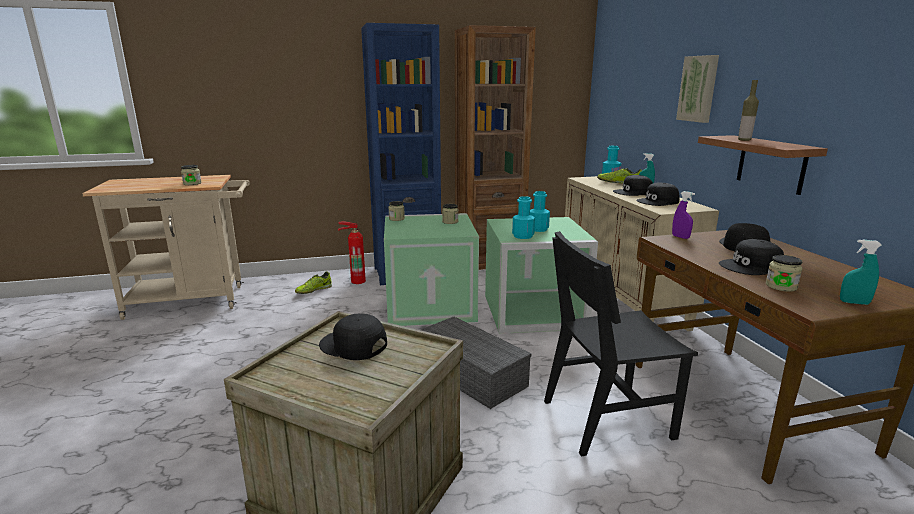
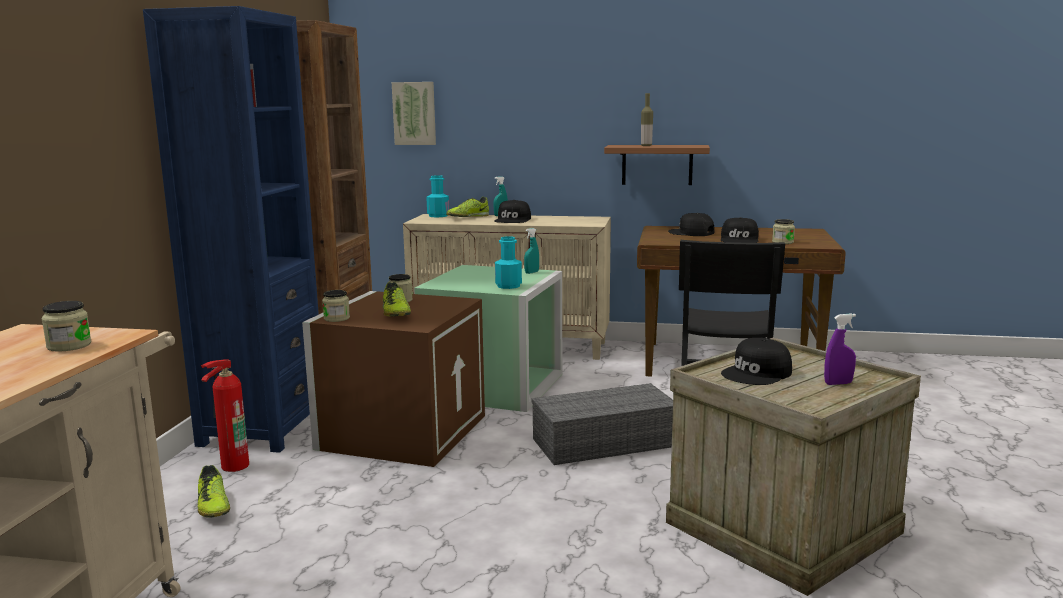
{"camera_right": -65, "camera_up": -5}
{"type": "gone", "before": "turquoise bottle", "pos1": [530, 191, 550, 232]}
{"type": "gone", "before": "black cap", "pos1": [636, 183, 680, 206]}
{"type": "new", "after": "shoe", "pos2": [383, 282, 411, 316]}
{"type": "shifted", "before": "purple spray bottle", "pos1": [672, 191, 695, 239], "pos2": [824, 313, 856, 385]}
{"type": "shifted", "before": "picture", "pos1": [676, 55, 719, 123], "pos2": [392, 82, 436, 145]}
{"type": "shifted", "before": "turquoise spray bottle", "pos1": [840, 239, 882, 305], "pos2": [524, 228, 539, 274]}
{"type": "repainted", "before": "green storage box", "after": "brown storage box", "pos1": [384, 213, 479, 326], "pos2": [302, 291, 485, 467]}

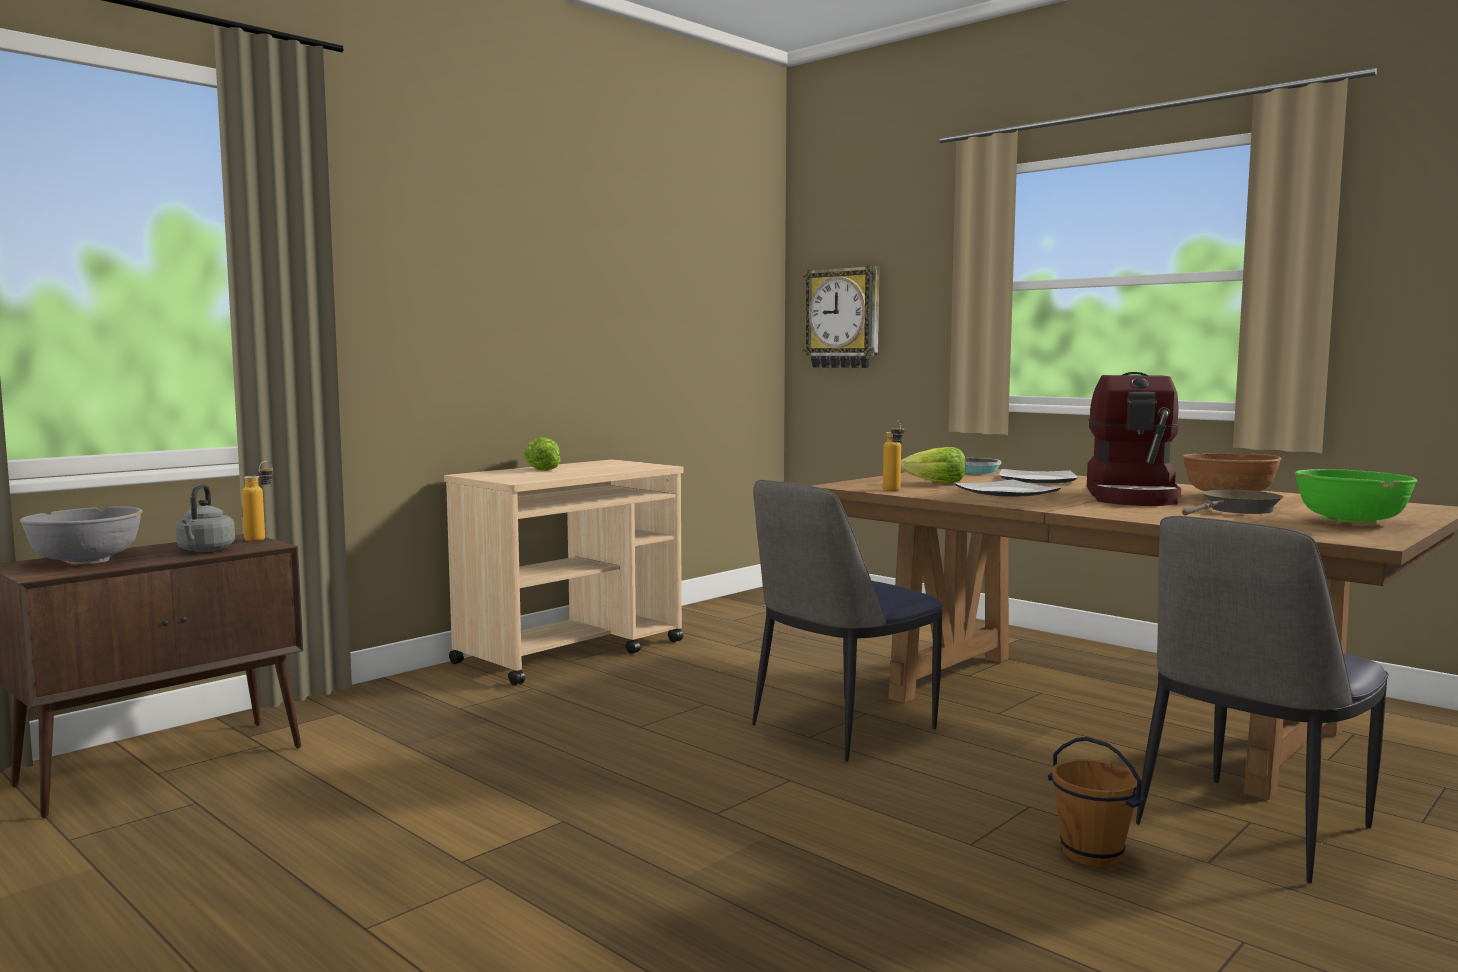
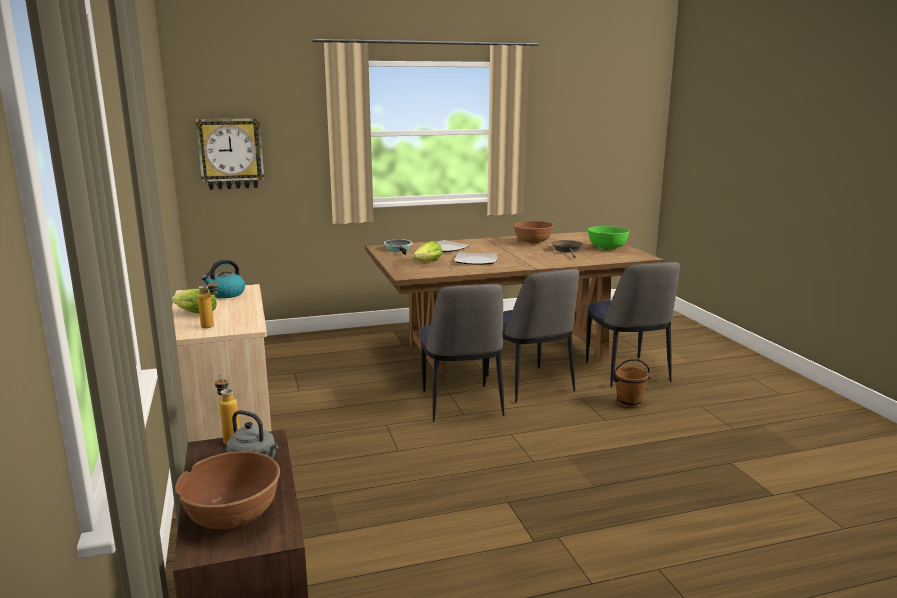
{"camera_right": -60, "camera_up": 10}
{"type": "gone", "before": "coffee machine", "pos1": [1087, 372, 1181, 506]}
{"type": "new", "after": "kettle", "pos2": [201, 260, 245, 298]}
{"type": "new", "after": "chair", "pos2": [486, 269, 579, 403]}
{"type": "shifted", "before": "bottle", "pos1": [883, 421, 905, 491], "pos2": [198, 279, 218, 328]}
{"type": "repainted", "before": "grey bowl", "after": "brown bowl", "pos1": [20, 507, 142, 565], "pos2": [175, 451, 280, 529]}

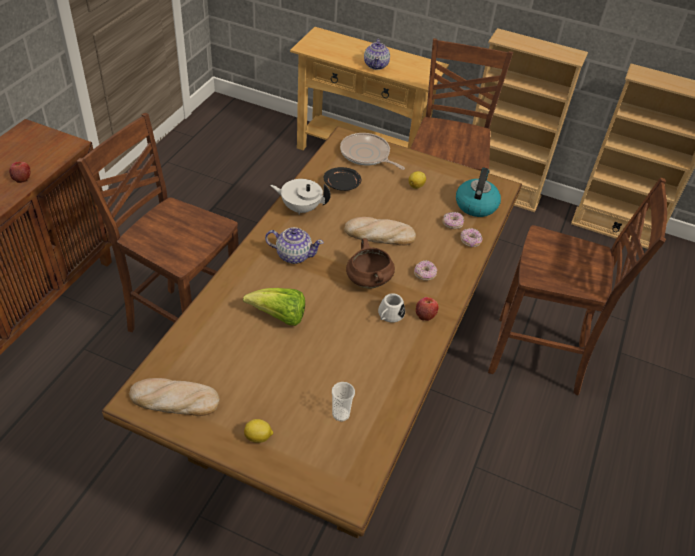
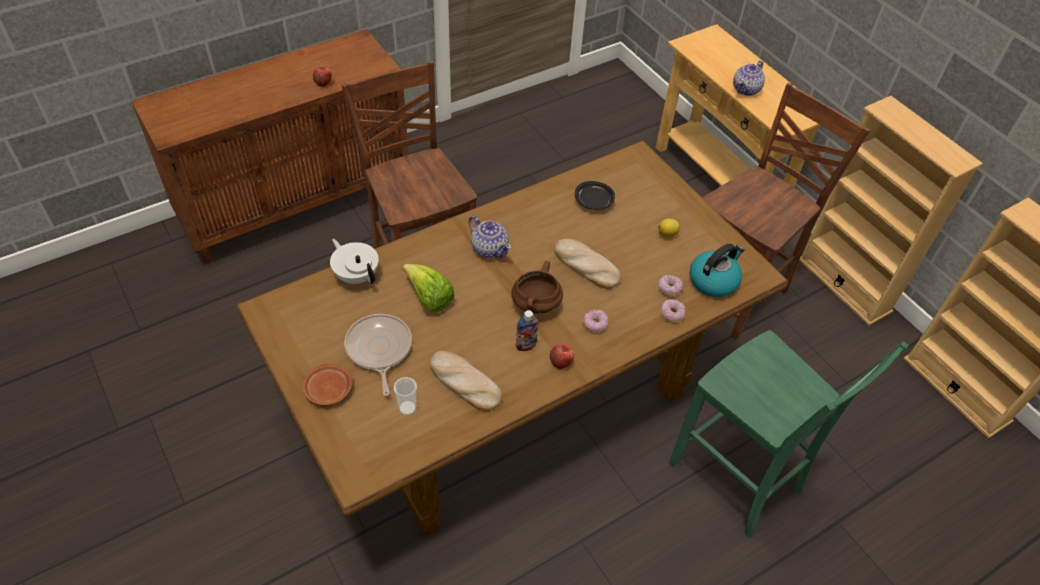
{"camera_right": 35, "camera_up": 5}
{"type": "shifted", "before": "bread", "pos1": [129, 378, 220, 416], "pos2": [430, 351, 502, 411]}
{"type": "shifted", "before": "white teapot", "pos1": [270, 179, 331, 215], "pos2": [330, 239, 379, 284]}
{"type": "shifted", "before": "frying pan", "pos1": [340, 133, 405, 170], "pos2": [344, 314, 412, 396]}
{"type": "swapped", "before": "lemon", "after": "brown plate", "pos1": [244, 419, 273, 443], "pos2": [302, 364, 353, 406]}
{"type": "swapped", "before": "white mug", "after": "bottle", "pos1": [378, 293, 405, 323], "pos2": [515, 310, 539, 351]}
{"type": "repainted", "before": "brown chair", "after": "green chair", "pos1": [488, 178, 667, 395], "pos2": [669, 330, 908, 538]}

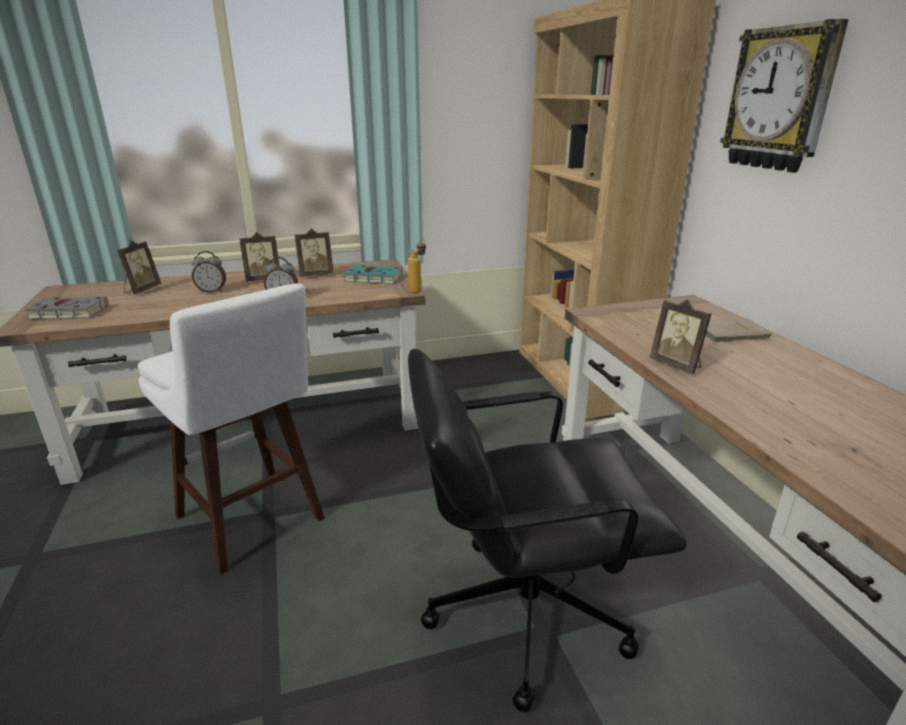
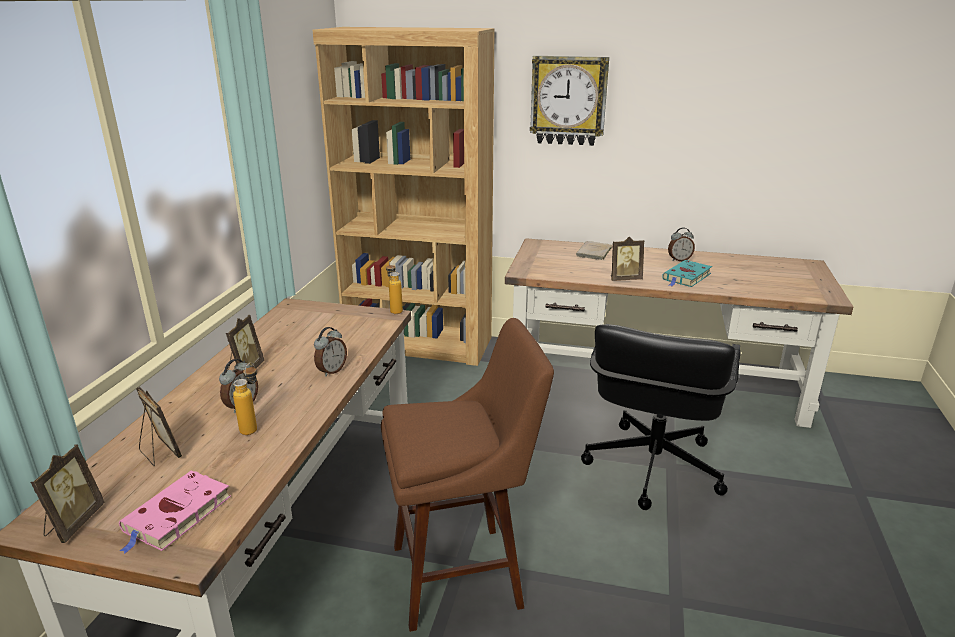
{"camera_right": -60, "camera_up": 0}
{"type": "new", "after": "bottle", "pos2": [233, 363, 257, 435]}
{"type": "new", "after": "alarm clock", "pos2": [668, 228, 695, 261]}
{"type": "shifted", "before": "picture frame", "pos1": [295, 229, 334, 277], "pos2": [30, 444, 105, 543]}
{"type": "shifted", "before": "turquoise book", "pos1": [341, 265, 402, 284], "pos2": [662, 260, 712, 287]}
{"type": "repainted", "before": "grey book", "after": "pink book", "pos1": [25, 296, 108, 319], "pos2": [119, 471, 231, 554]}
{"type": "repainted", "before": "white stool", "after": "brown stool", "pos1": [138, 283, 325, 574], "pos2": [381, 318, 554, 632]}

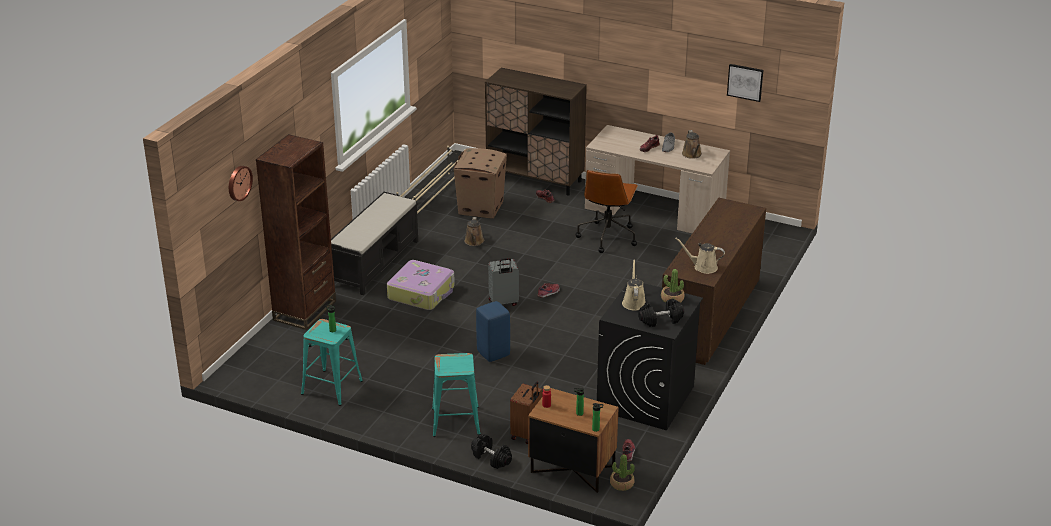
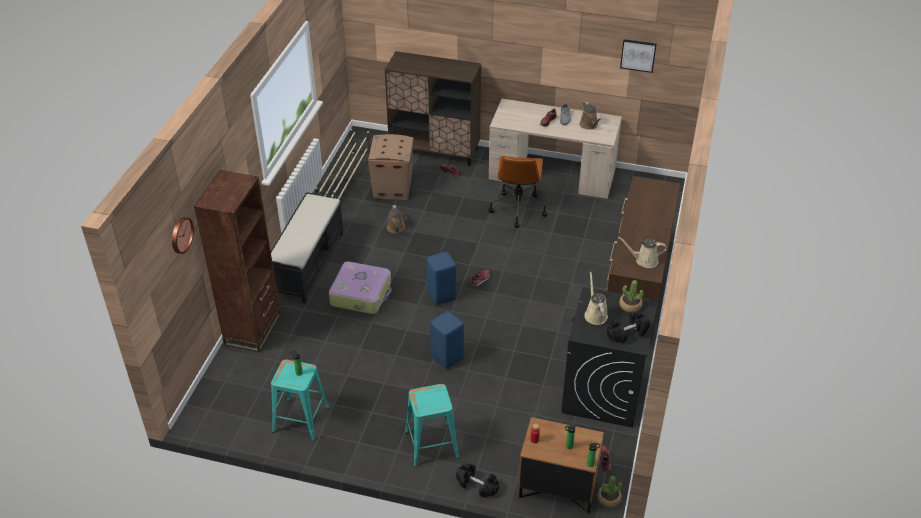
{"camera_right": -10, "camera_up": 10}
{"type": "gone", "before": "brown suitcase", "pos1": [510, 382, 543, 444]}
{"type": "swapped", "before": "grey suitcase", "after": "blue stool", "pos1": [488, 258, 519, 306], "pos2": [427, 252, 457, 305]}

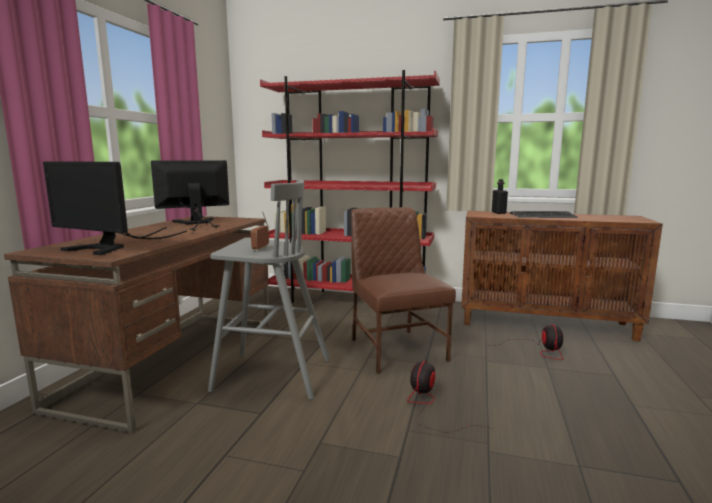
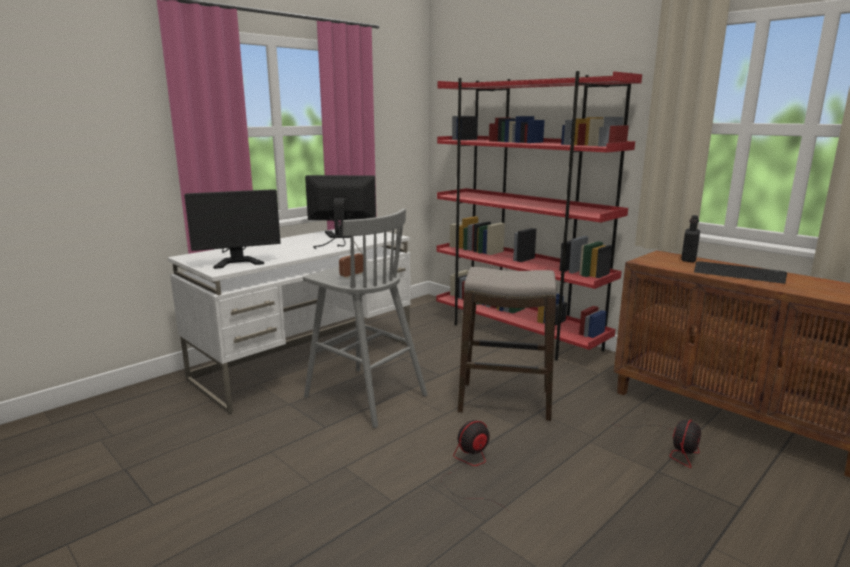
{"camera_right": 30, "camera_up": 5}
{"type": "swapped", "before": "brown chair", "after": "stool", "pos1": [351, 207, 456, 374], "pos2": [458, 267, 557, 421]}
{"type": "repainted", "before": "brown desk", "after": "white desk", "pos1": [4, 216, 270, 433], "pos2": [168, 229, 411, 414]}
{"type": "rotated", "before": "monitor", "pos1": [43, 161, 187, 255], "pos2": [184, 189, 281, 269], "turn": -75}

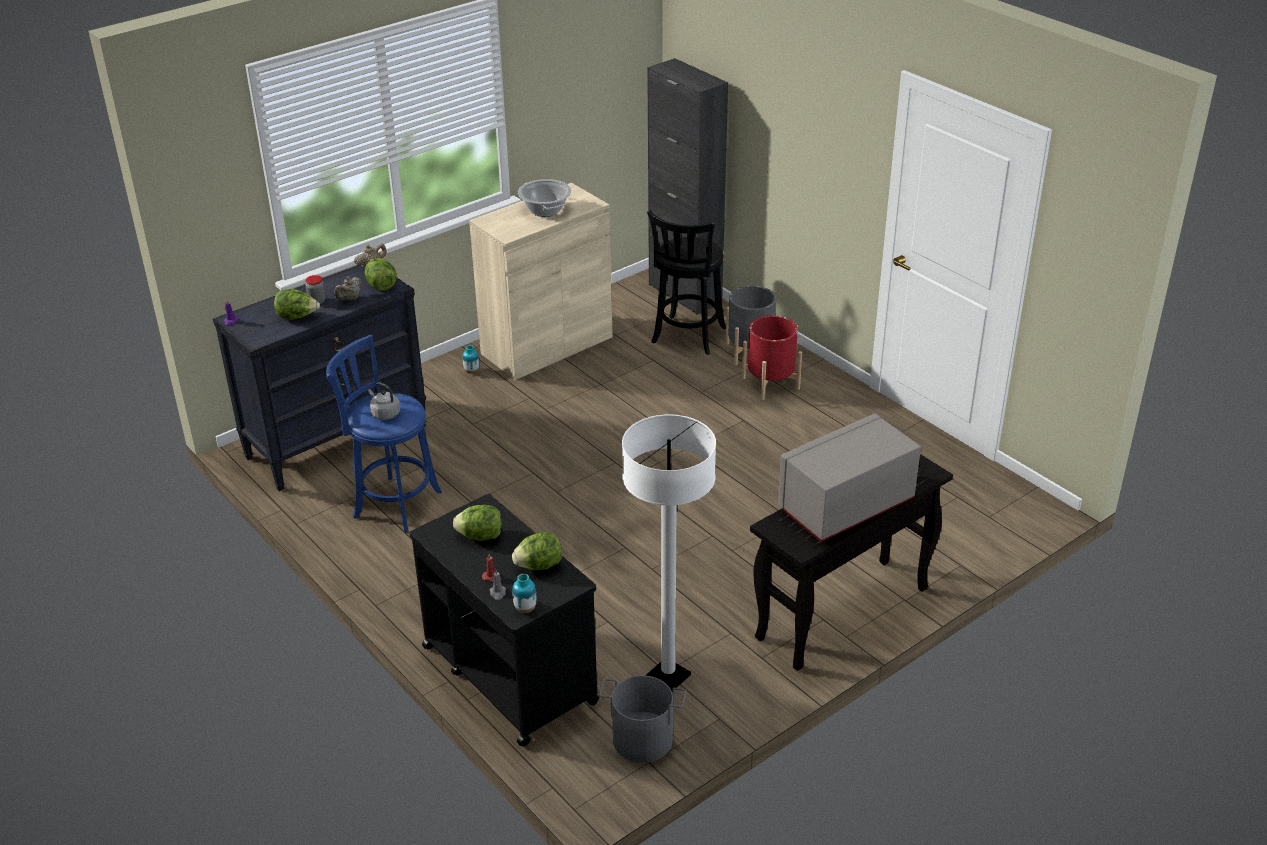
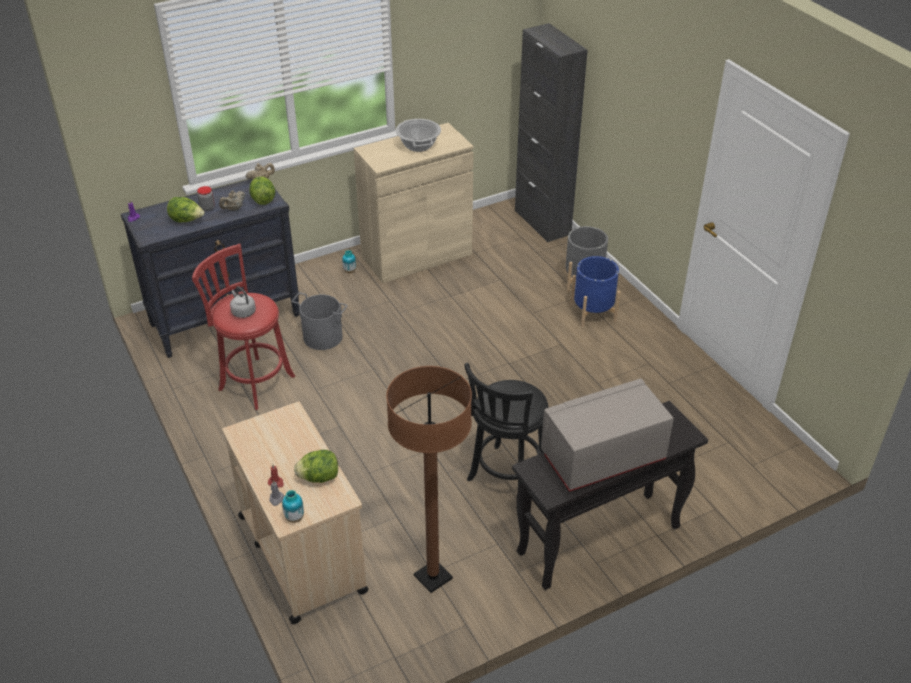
{"camera_right": 10, "camera_up": 5}
{"type": "gone", "before": "lettuce", "pos1": [453, 505, 502, 541]}
{"type": "shifted", "before": "grey bucket", "pos1": [599, 675, 686, 763], "pos2": [292, 292, 348, 350]}
{"type": "shifted", "before": "black stool", "pos1": [647, 209, 726, 355], "pos2": [464, 363, 549, 489]}
{"type": "repainted", "before": "blue stool", "after": "red stool", "pos1": [326, 335, 442, 533], "pos2": [192, 244, 295, 410]}
{"type": "repainted", "before": "black cart", "after": "beige cart", "pos1": [409, 494, 599, 747], "pos2": [222, 401, 369, 624]}
{"type": "repainted", "before": "white floor lamp", "after": "brown floor lamp", "pos1": [622, 414, 716, 691], "pos2": [386, 366, 472, 593]}
{"type": "repainted", "before": "red planter", "after": "blue planter", "pos1": [742, 315, 802, 400], "pos2": [570, 256, 621, 327]}

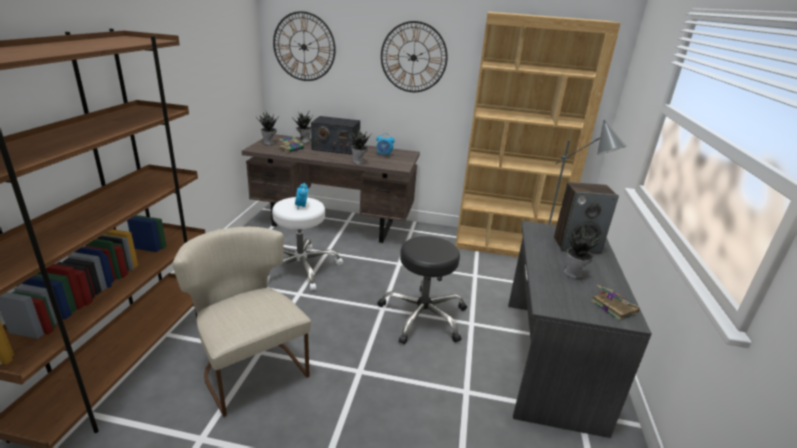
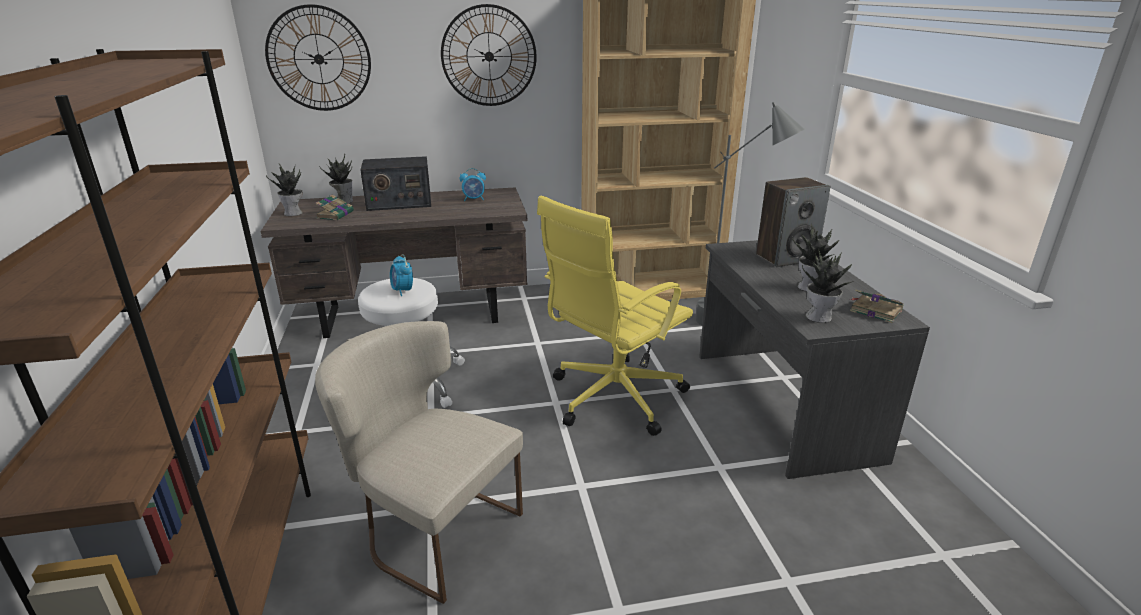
{"camera_right": -20, "camera_up": 0}
{"type": "shifted", "before": "potted plant", "pos1": [348, 127, 371, 164], "pos2": [802, 249, 855, 323]}
{"type": "swapped", "before": "black stool", "after": "yellow office chair", "pos1": [377, 236, 467, 344], "pos2": [537, 196, 693, 436]}

